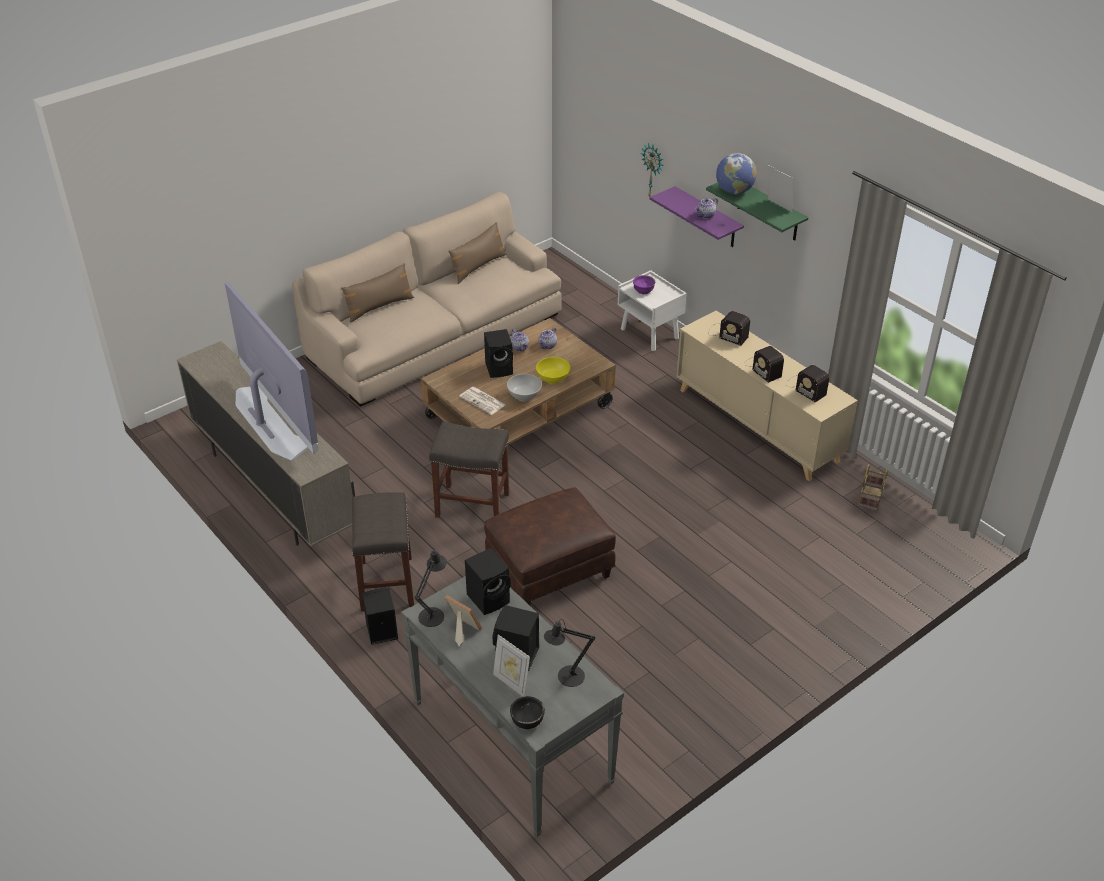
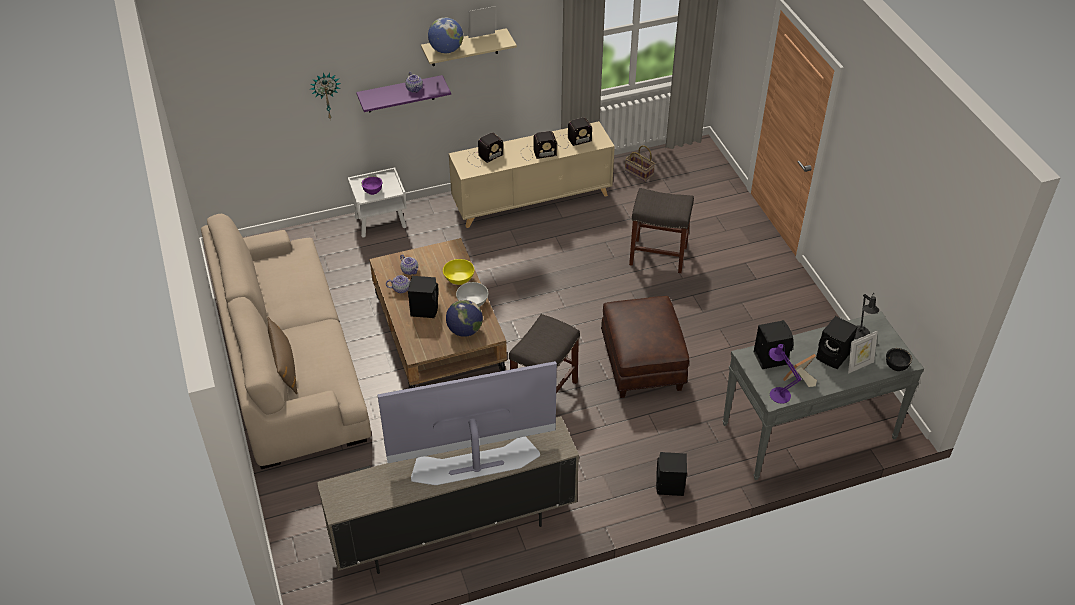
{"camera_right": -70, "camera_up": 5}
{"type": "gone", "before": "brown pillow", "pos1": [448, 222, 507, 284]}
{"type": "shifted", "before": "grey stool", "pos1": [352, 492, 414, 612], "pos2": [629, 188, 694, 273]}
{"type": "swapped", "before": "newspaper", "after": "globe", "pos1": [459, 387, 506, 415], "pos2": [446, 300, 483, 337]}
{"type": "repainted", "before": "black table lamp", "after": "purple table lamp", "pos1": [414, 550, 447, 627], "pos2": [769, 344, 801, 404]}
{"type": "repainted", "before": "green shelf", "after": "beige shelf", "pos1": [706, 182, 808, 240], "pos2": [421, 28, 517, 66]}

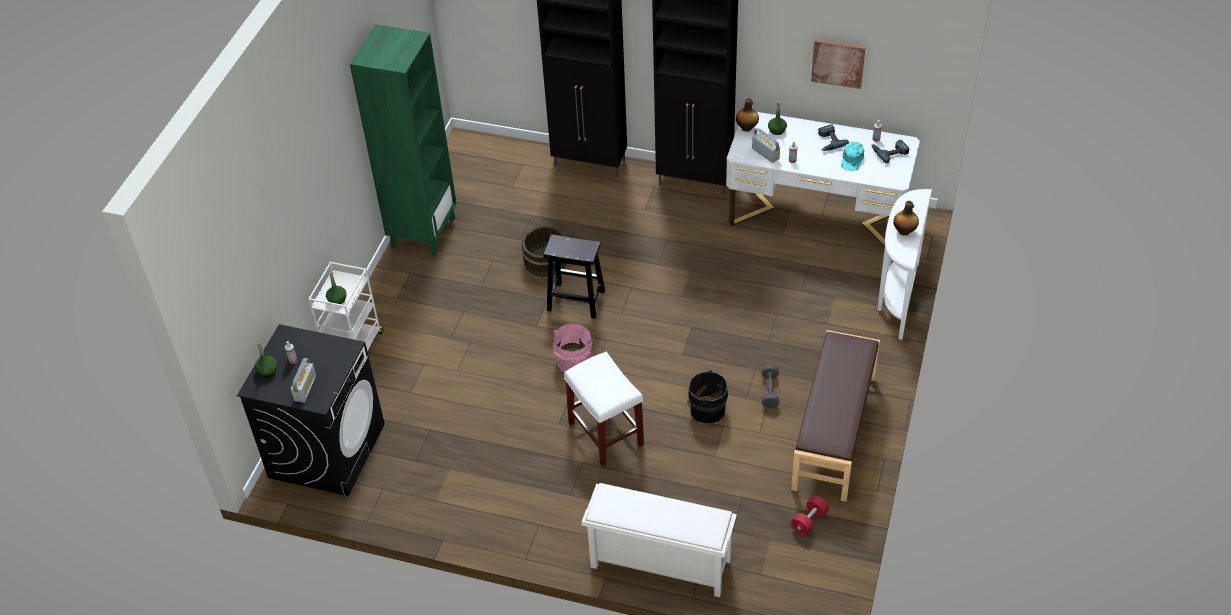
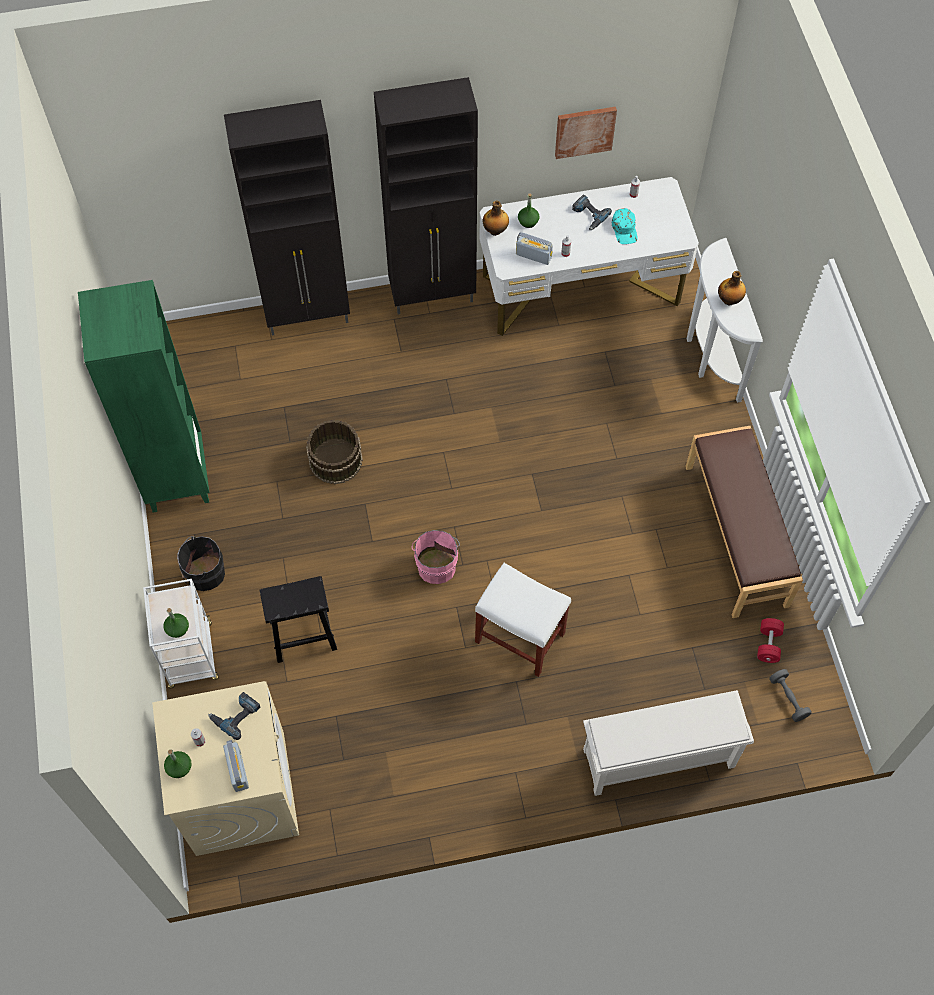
{"camera_right": -30, "camera_up": 15}
{"type": "shifted", "before": "black stool", "pos1": [543, 234, 605, 319], "pos2": [260, 576, 337, 663]}
{"type": "shifted", "before": "black bucket", "pos1": [687, 370, 728, 423], "pos2": [177, 536, 225, 591]}
{"type": "shifted", "before": "grey dumbbell", "pos1": [762, 365, 779, 408], "pos2": [769, 669, 812, 722]}
{"type": "shifted", "before": "power drill", "pos1": [871, 140, 909, 163], "pos2": [208, 692, 260, 740]}
{"type": "repainted", "before": "black washing machine", "after": "beige washing machine", "pos1": [237, 324, 385, 496], "pos2": [152, 681, 299, 856]}

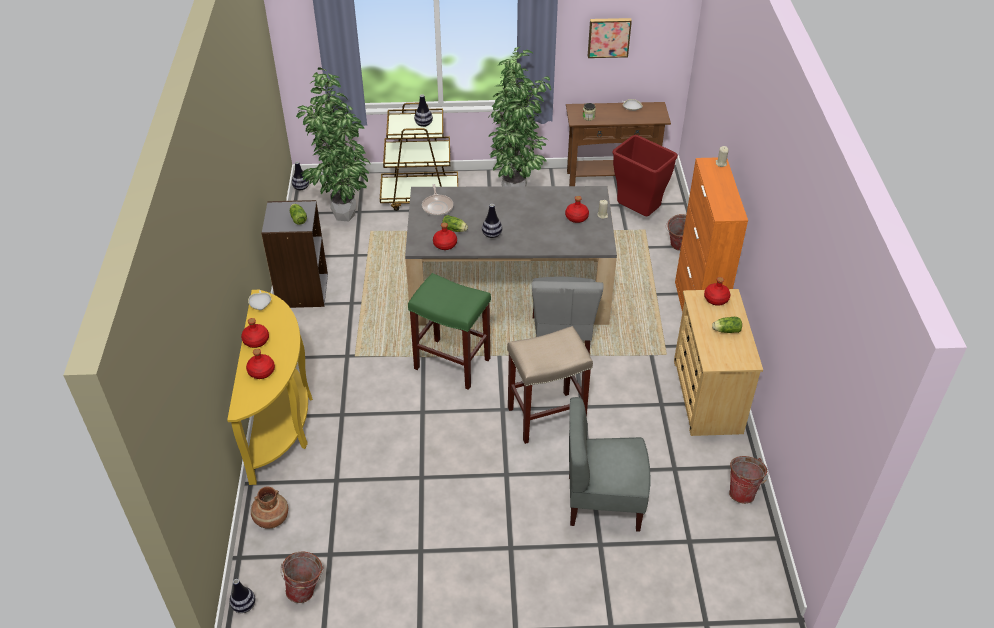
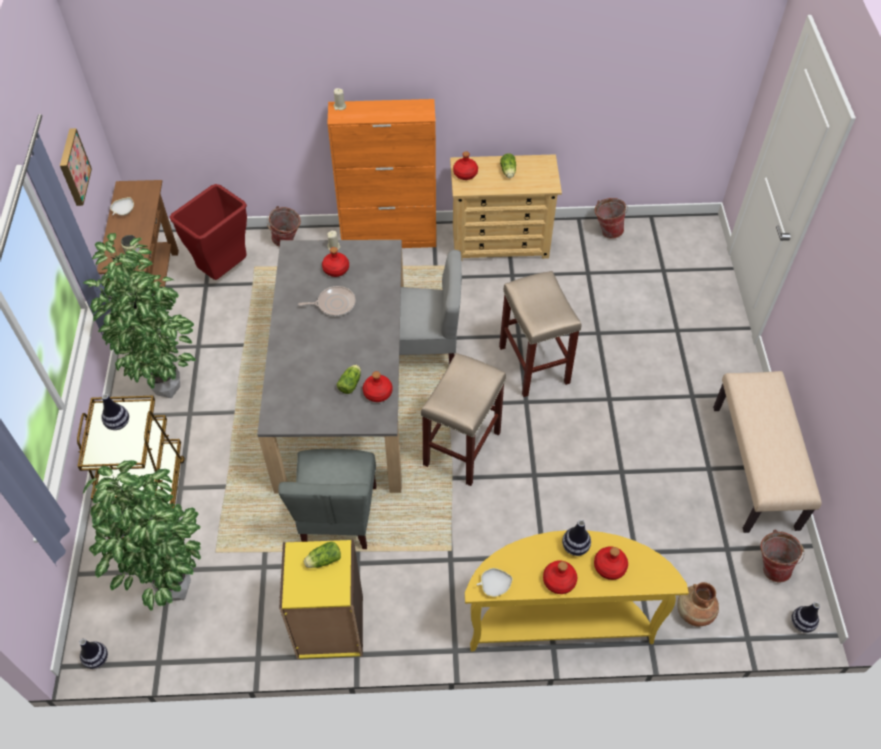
{"camera_right": -90, "camera_up": 10}
{"type": "new", "after": "beige bench", "pos2": [713, 371, 822, 533]}
{"type": "shifted", "before": "frying pan", "pos1": [422, 184, 453, 216], "pos2": [298, 286, 355, 316]}
{"type": "shifted", "before": "vase", "pos1": [482, 204, 502, 238], "pos2": [562, 520, 591, 556]}
{"type": "shifted", "before": "grey chair", "pos1": [569, 397, 651, 531], "pos2": [278, 449, 376, 549]}
{"type": "repainted", "before": "grey bookcase", "after": "yellow bookcase", "pos1": [261, 200, 328, 308], "pos2": [279, 540, 363, 659]}
{"type": "repainted", "before": "green stool", "after": "beige stool", "pos1": [408, 273, 491, 390], "pos2": [421, 353, 506, 486]}

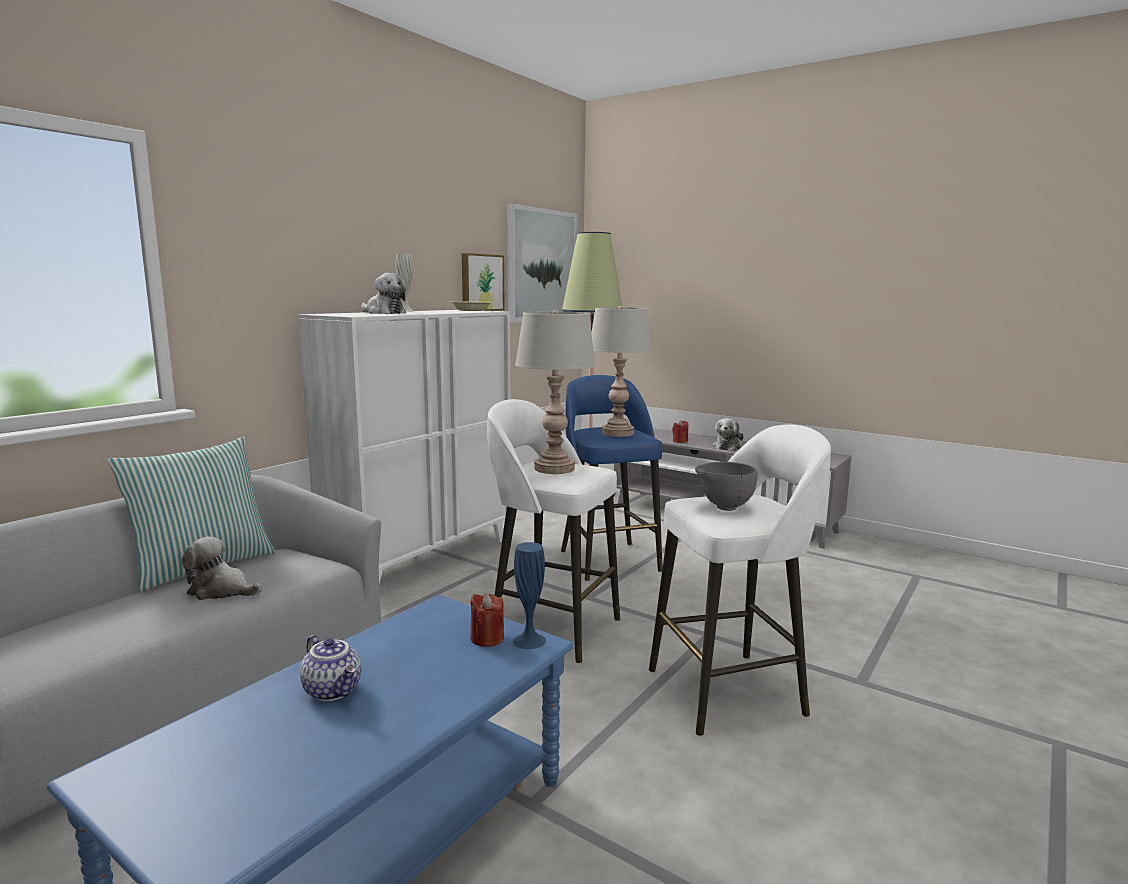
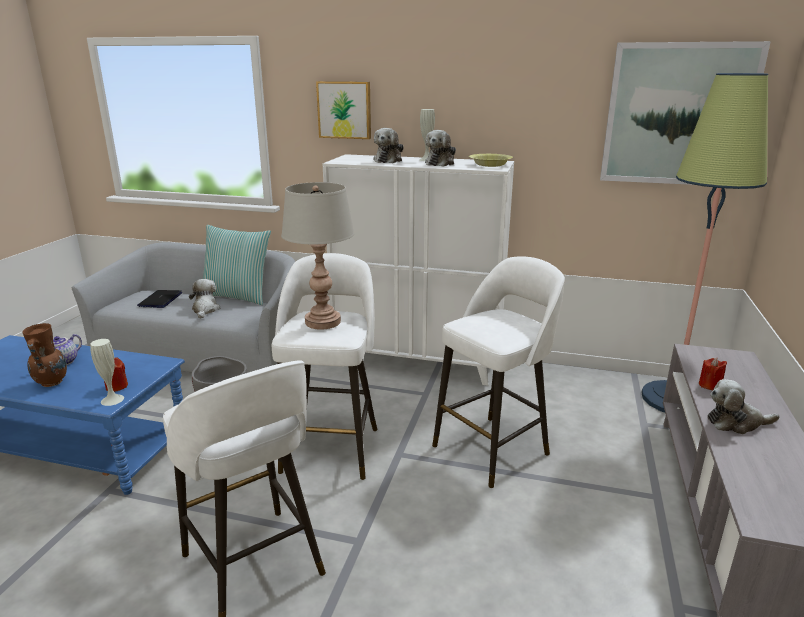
{"camera_right": 70, "camera_up": 10}
{"type": "gone", "before": "grey table lamp", "pos1": [591, 306, 653, 437]}
{"type": "new", "after": "brown vase", "pos2": [22, 323, 67, 387]}
{"type": "new", "after": "laptop", "pos2": [137, 290, 183, 308]}
{"type": "new", "after": "plush toy", "pos2": [425, 130, 456, 167]}
{"type": "shifted", "before": "picture", "pos1": [462, 253, 505, 311], "pos2": [316, 81, 371, 139]}
{"type": "repainted", "before": "blue vase", "after": "white vase", "pos1": [513, 542, 546, 649], "pos2": [90, 339, 124, 406]}
{"type": "repainted", "before": "blue stool", "after": "white stool", "pos1": [561, 375, 663, 581], "pos2": [432, 256, 565, 488]}

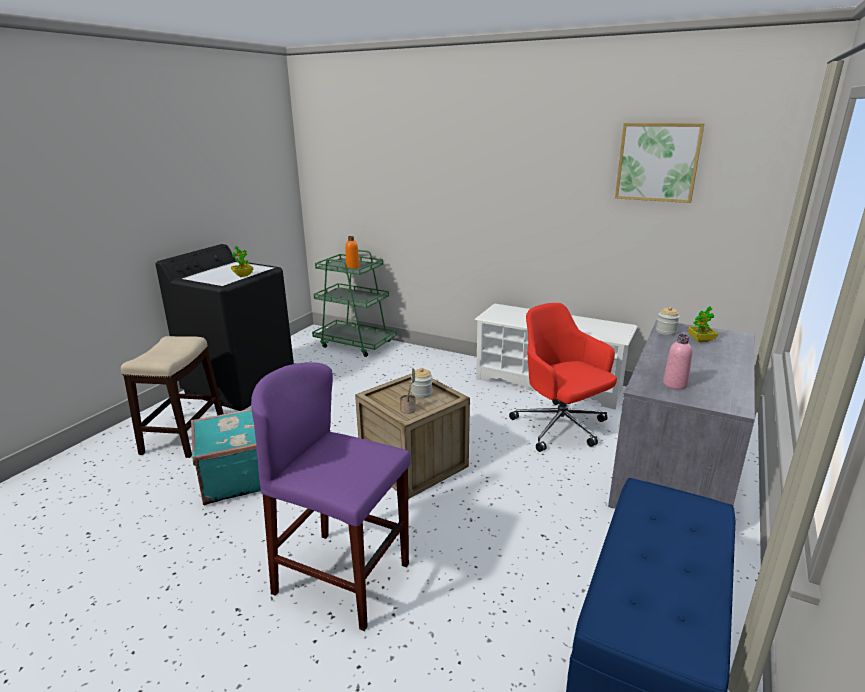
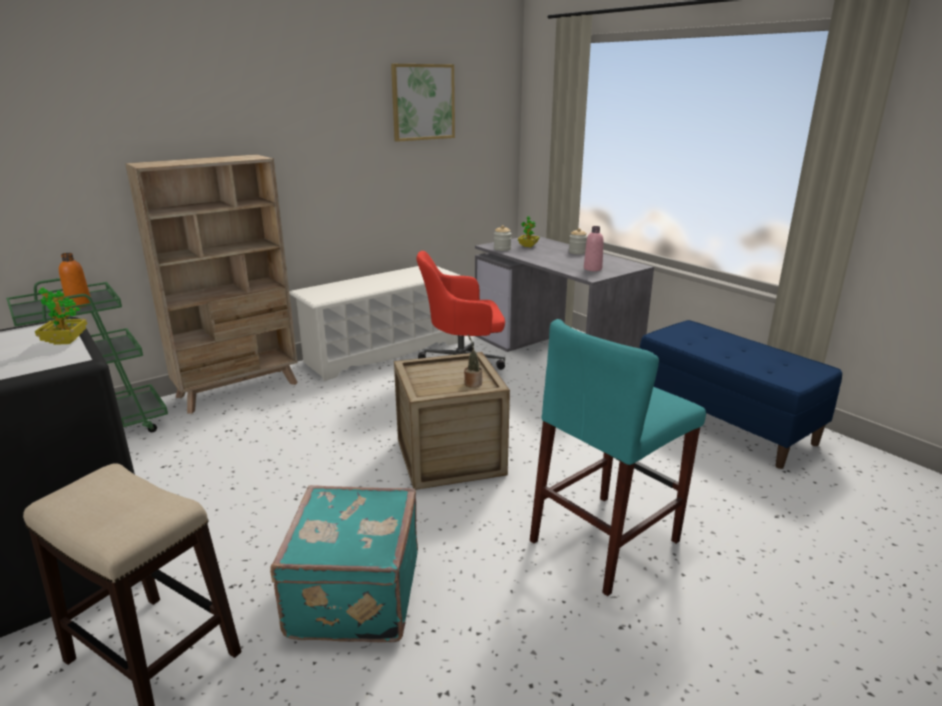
{"camera_right": -65, "camera_up": 0}
{"type": "new", "after": "beige bookcase", "pos2": [125, 154, 298, 414]}
{"type": "shifted", "before": "jar", "pos1": [411, 368, 432, 398], "pos2": [569, 228, 588, 254]}
{"type": "repainted", "before": "purple stool", "after": "turquoise stool", "pos1": [251, 362, 411, 631], "pos2": [530, 319, 706, 596]}

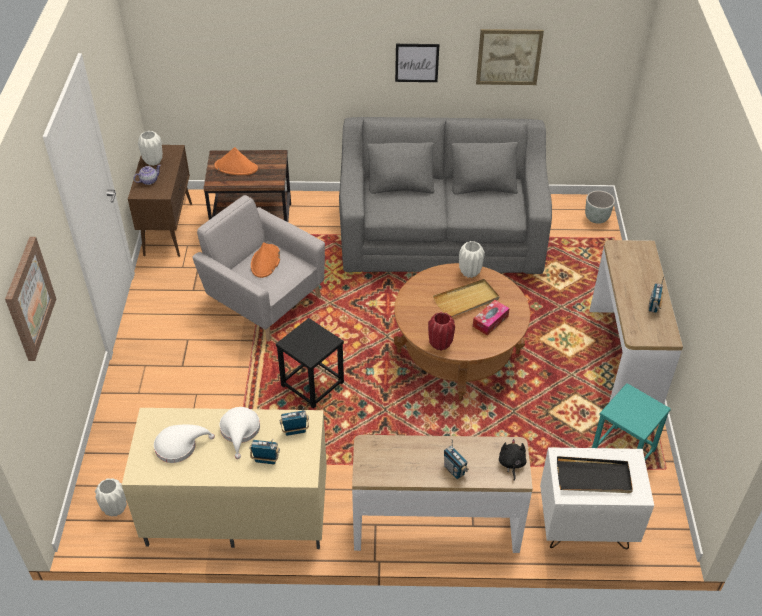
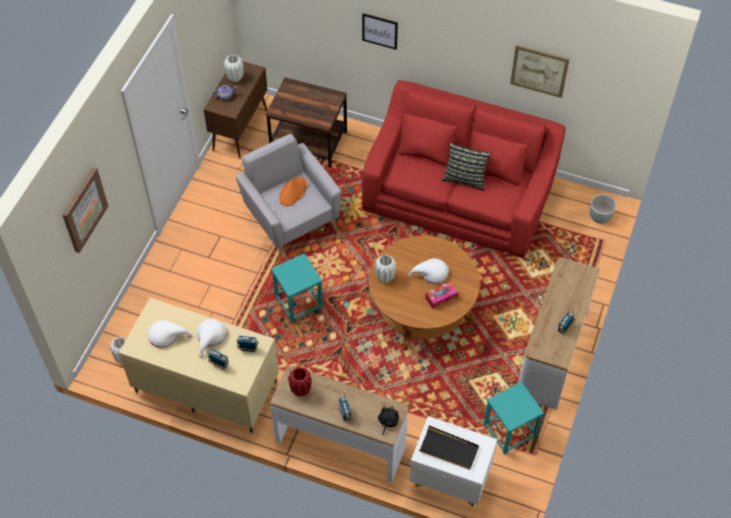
{"camera_right": 20, "camera_up": 10}
{"type": "gone", "before": "orange hat", "pos1": [214, 147, 258, 175]}
{"type": "new", "after": "pillow", "pos2": [442, 143, 492, 191]}
{"type": "shifted", "before": "picture", "pos1": [395, 44, 439, 82], "pos2": [362, 13, 398, 50]}
{"type": "shifted", "before": "red vase", "pos1": [428, 312, 455, 351], "pos2": [288, 367, 312, 397]}
{"type": "shifted", "before": "white vase", "pos1": [459, 241, 485, 278], "pos2": [375, 255, 396, 283]}
{"type": "swapped", "before": "beige tray", "after": "white hat", "pos1": [433, 279, 500, 317], "pos2": [408, 258, 449, 284]}
{"type": "repainted", "before": "black stool", "after": "turquoise stool", "pos1": [276, 318, 344, 409], "pos2": [271, 253, 323, 323]}
{"type": "repainted", "before": "grey sofa", "after": "red sofa", "pos1": [339, 117, 552, 274], "pos2": [362, 80, 566, 258]}

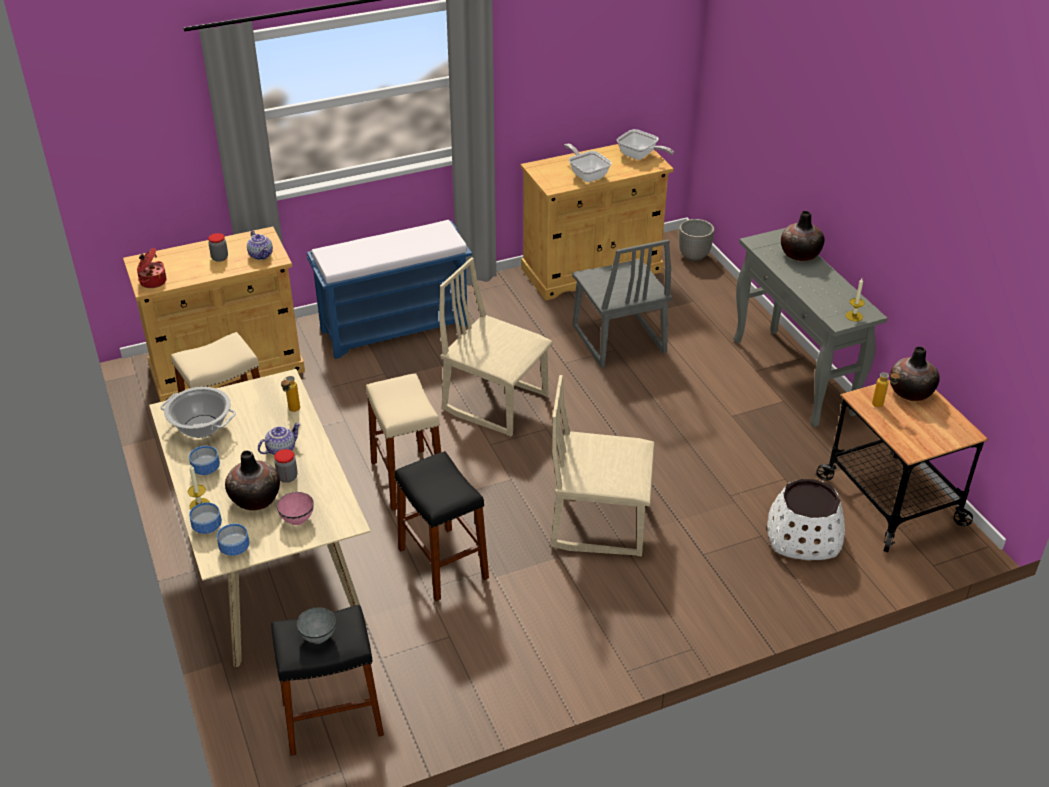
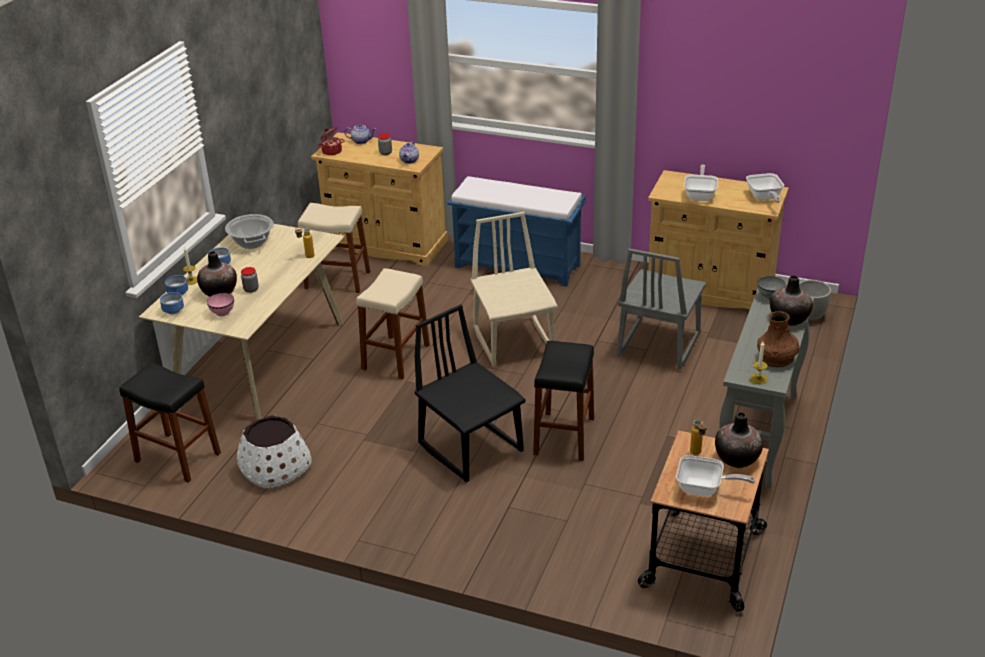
{"camera_right": 45, "camera_up": -5}
{"type": "new", "after": "frying pan", "pos2": [676, 455, 755, 496]}
{"type": "new", "after": "brown vase", "pos2": [757, 311, 800, 367]}
{"type": "shifted", "before": "teapot", "pos1": [258, 423, 301, 455], "pos2": [345, 124, 376, 144]}
{"type": "shifted", "before": "grey bowl", "pos1": [297, 607, 336, 644], "pos2": [757, 276, 786, 300]}
{"type": "shifted", "before": "black stool", "pos1": [395, 451, 489, 601], "pos2": [533, 341, 594, 461]}
{"type": "shifted", "before": "white planter", "pos1": [767, 479, 845, 560], "pos2": [237, 415, 312, 488]}
{"type": "repainted", "before": "beige chair", "after": "black chair", "pos1": [551, 375, 655, 556], "pos2": [415, 304, 526, 483]}

